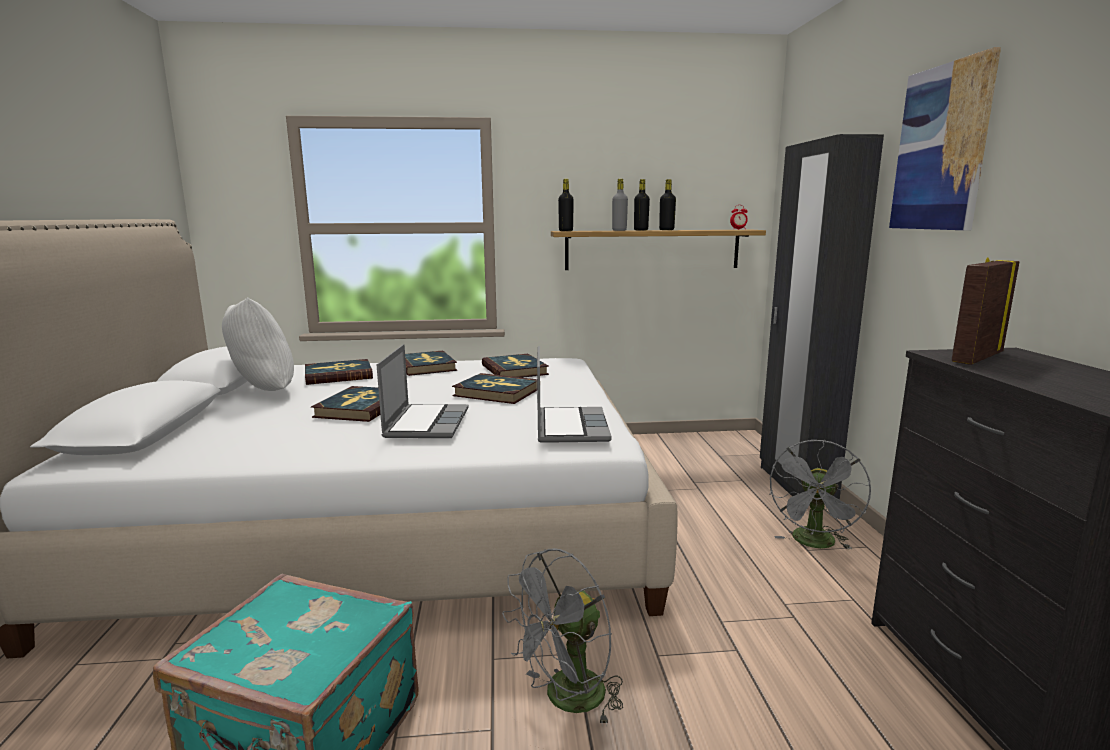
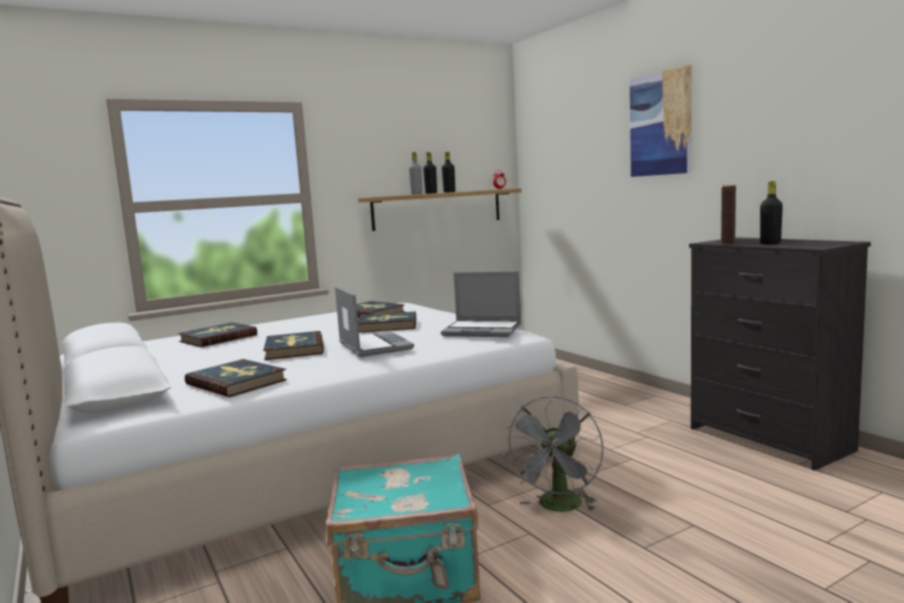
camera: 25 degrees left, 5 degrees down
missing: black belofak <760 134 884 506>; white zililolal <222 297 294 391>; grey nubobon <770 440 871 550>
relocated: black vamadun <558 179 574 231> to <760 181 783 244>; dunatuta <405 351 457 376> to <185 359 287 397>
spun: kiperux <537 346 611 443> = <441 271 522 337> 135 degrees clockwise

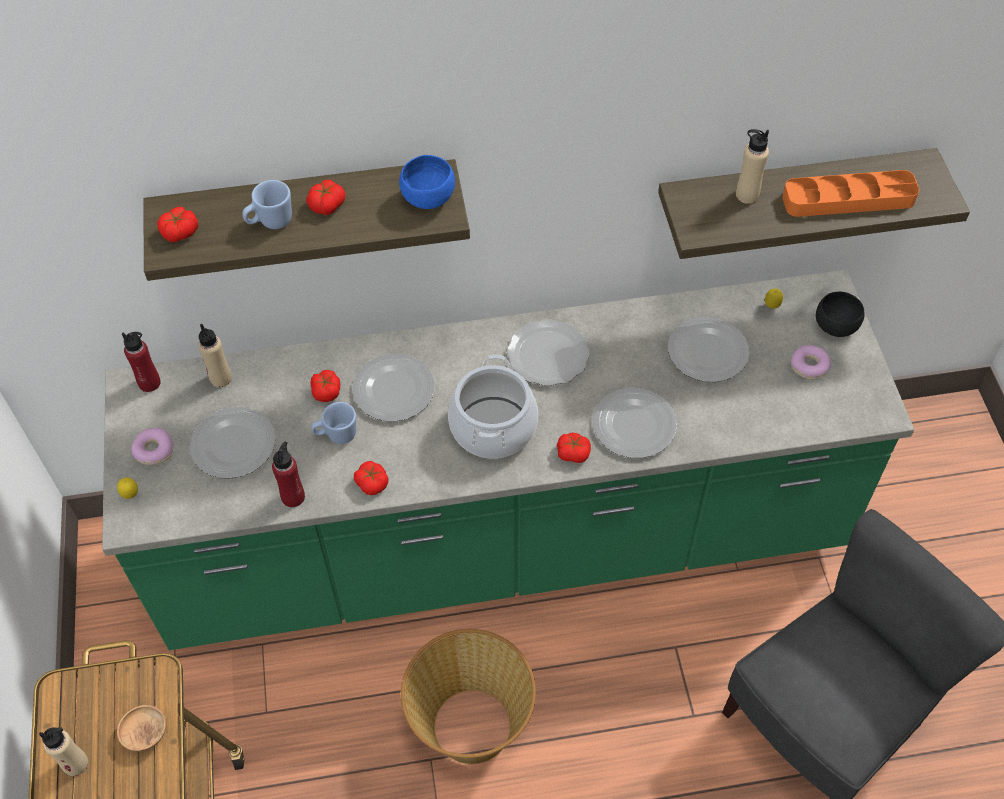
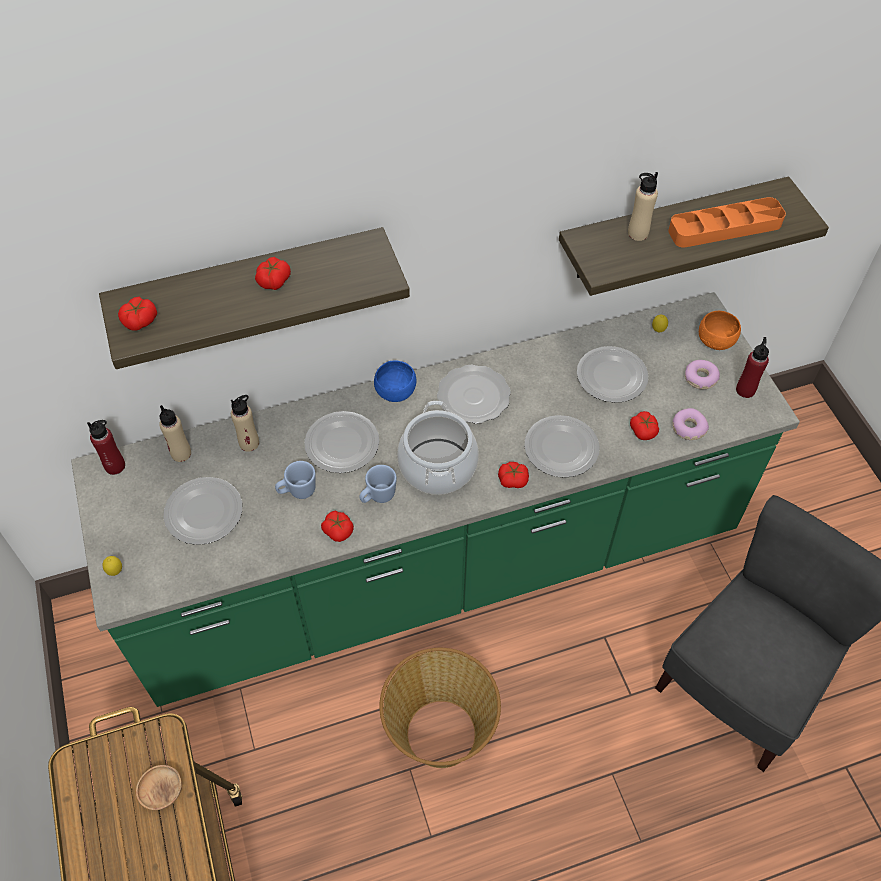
camera: 10 degrees left, 0 degrees up
relocated: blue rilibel <399 155 455 209> to <374 361 416 402>; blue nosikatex <242 180 292 229> to <359 465 397 503>; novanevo <310 370 340 402> to <630 411 659 440>; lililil <131 428 173 465> to <672 408 709 440>; red vamadun <272 442 305 507> to <736 337 769 398>; beige vamadun <39 727 88 776> to <231 395 259 452>
colour: black rilibel <816 292 865 337> to orange rilibel <699 311 741 350>

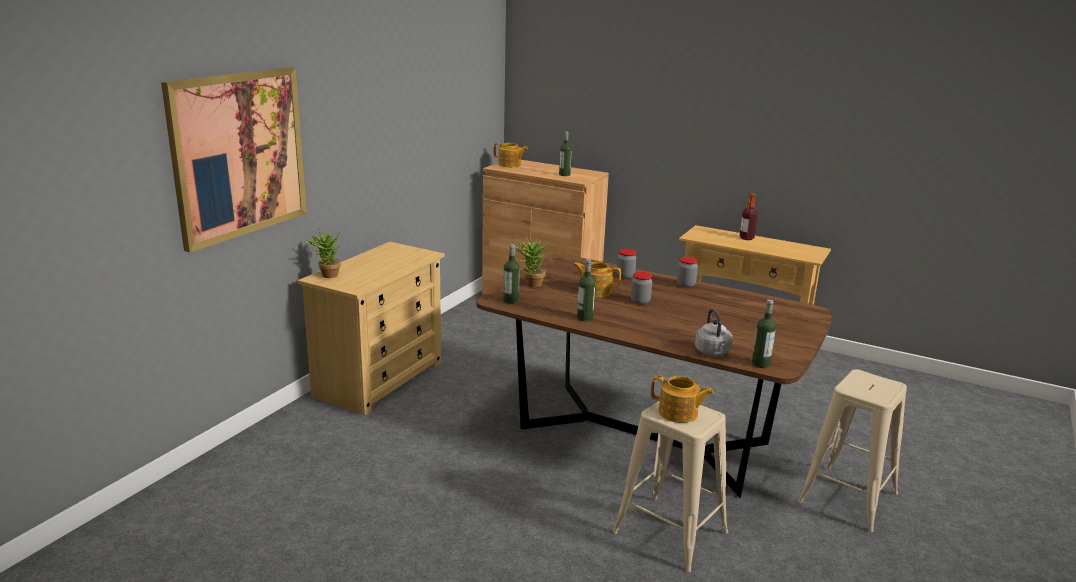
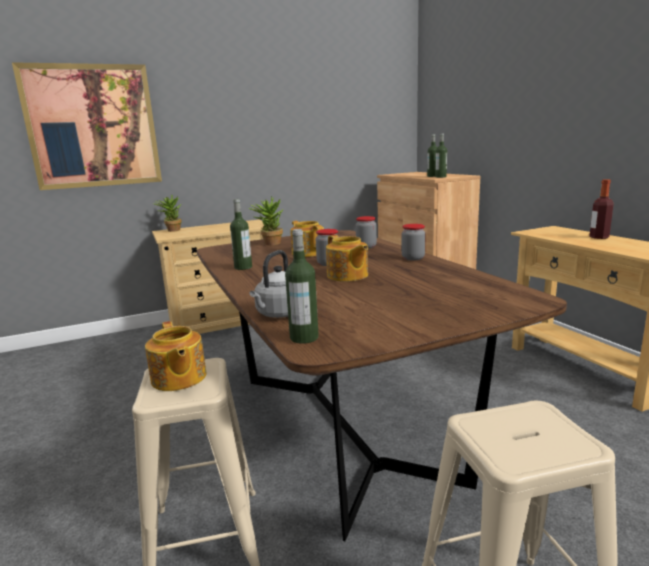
camera: 40 degrees right, 5 degrees down
relocated: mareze <494 143 528 167> to <326 235 368 282>; vamadun <503 244 520 304> to <435 134 447 178>

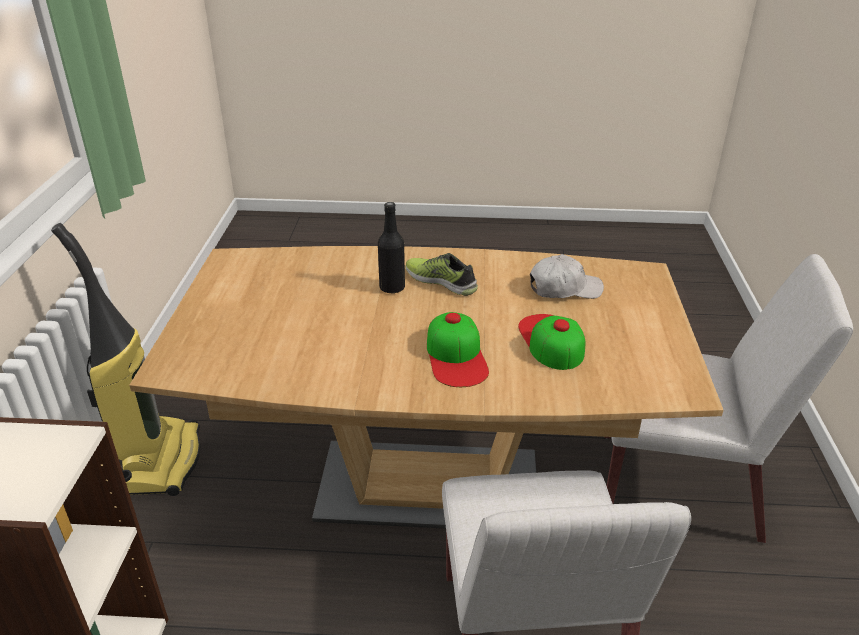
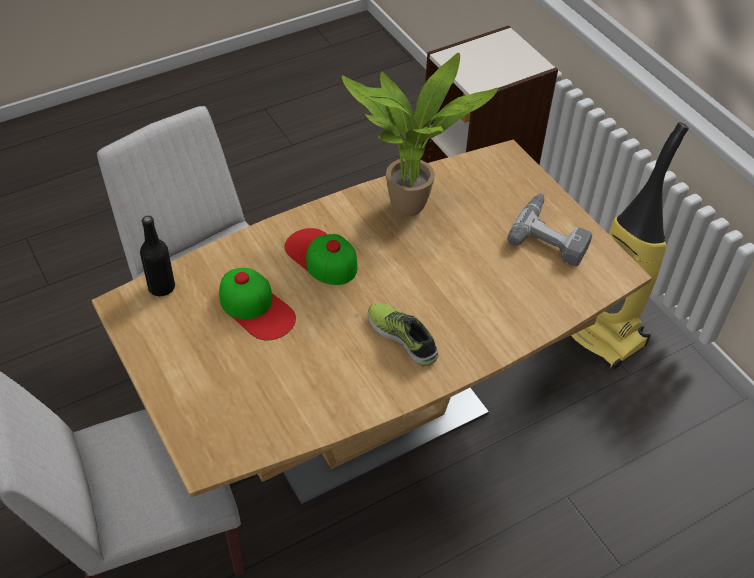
camera: 145 degrees right, 15 degrees up
missing: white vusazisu <530 254 604 299>
appeared: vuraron <342 53 498 216>; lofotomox <507 193 592 267>
relocated: black vamadun <378 202 405 293> to <140 216 175 296>
spun: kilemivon <405 253 478 296> = <368 303 438 366> 135 degrees counterclockwise

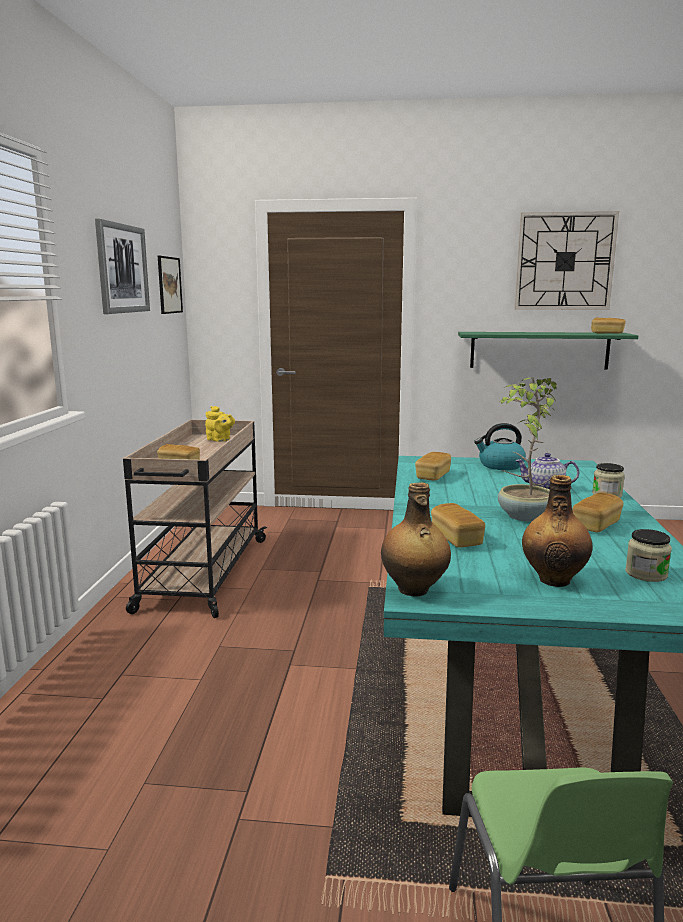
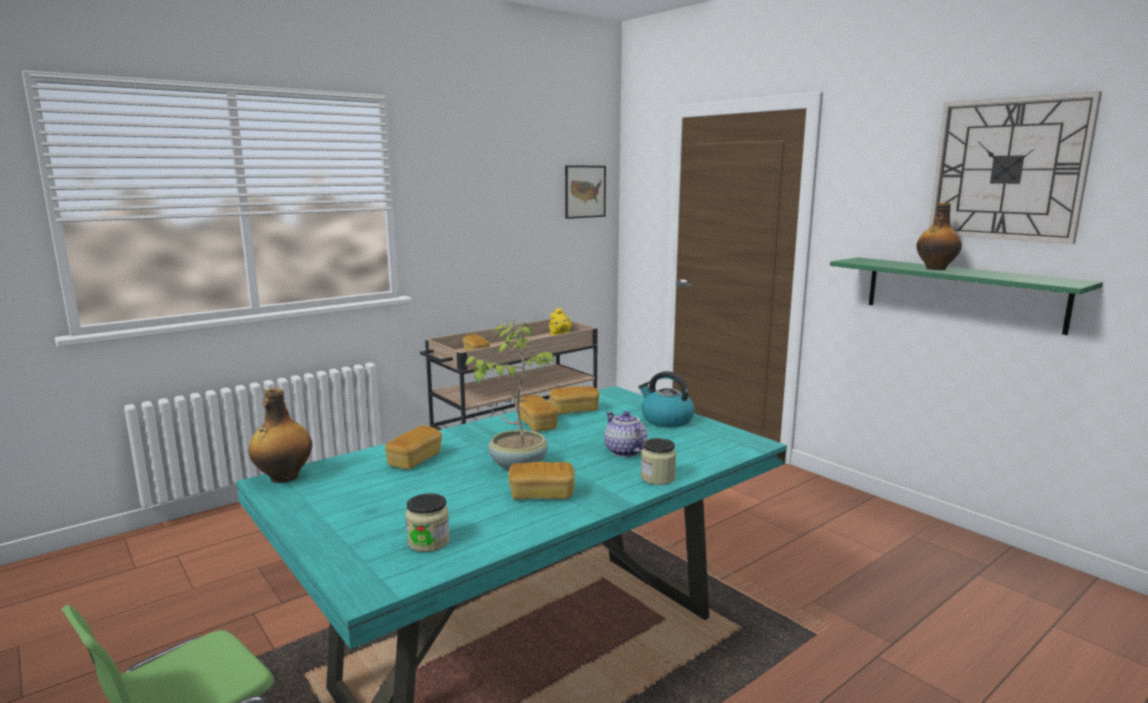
camera: 45 degrees right, 0 degrees up
missing: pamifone <95 219 150 314>
relocated: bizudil <591 317 626 334> to <519 395 558 432>; vamadun <522 475 593 587> to <916 203 962 270>

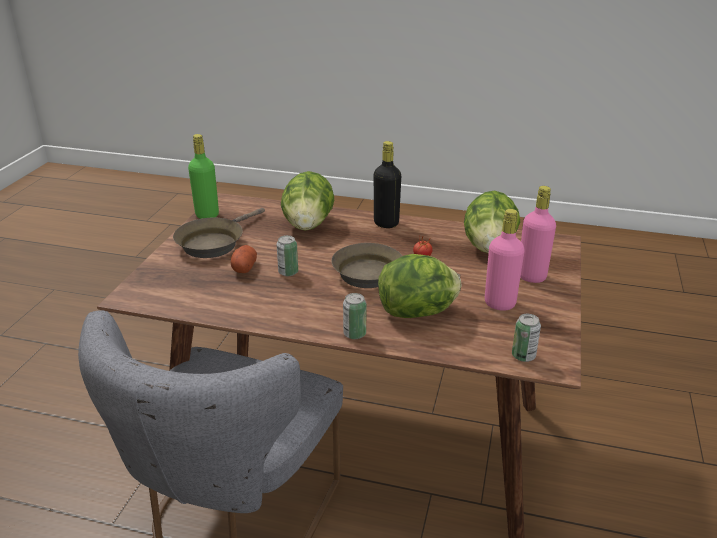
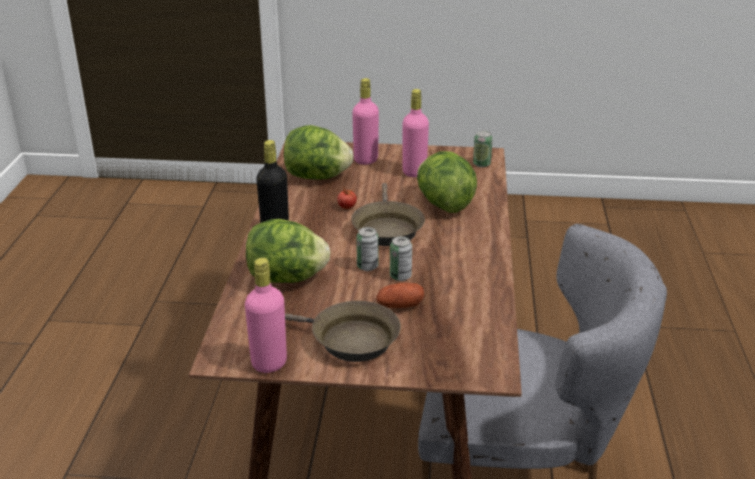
camera: 100 degrees left, 0 degrees up
relocated: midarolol <343 293 366 339> to <356 227 378 271>
colour: green vamadun <188 134 219 219> to pink vamadun <245 258 287 373>

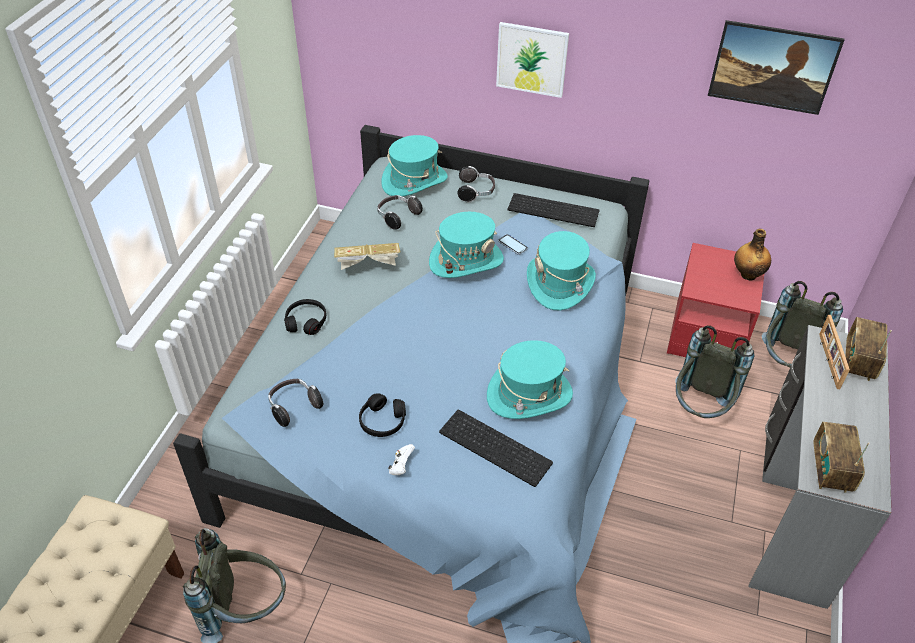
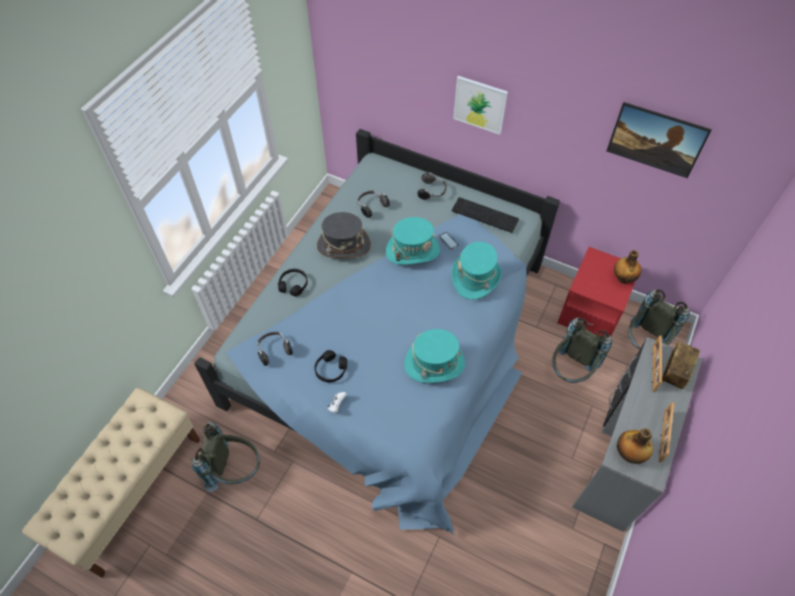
camera: 10 degrees right, 10 degrees up
missing: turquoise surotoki <381 135 448 196>; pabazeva <439 410 553 487>
appeared: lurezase <658 402 674 462>
exchanged: dunatuta <334 243 400 270> to grey surotoki <317 212 371 258>; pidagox <813 422 870 493> to vamadun <617 428 653 464>

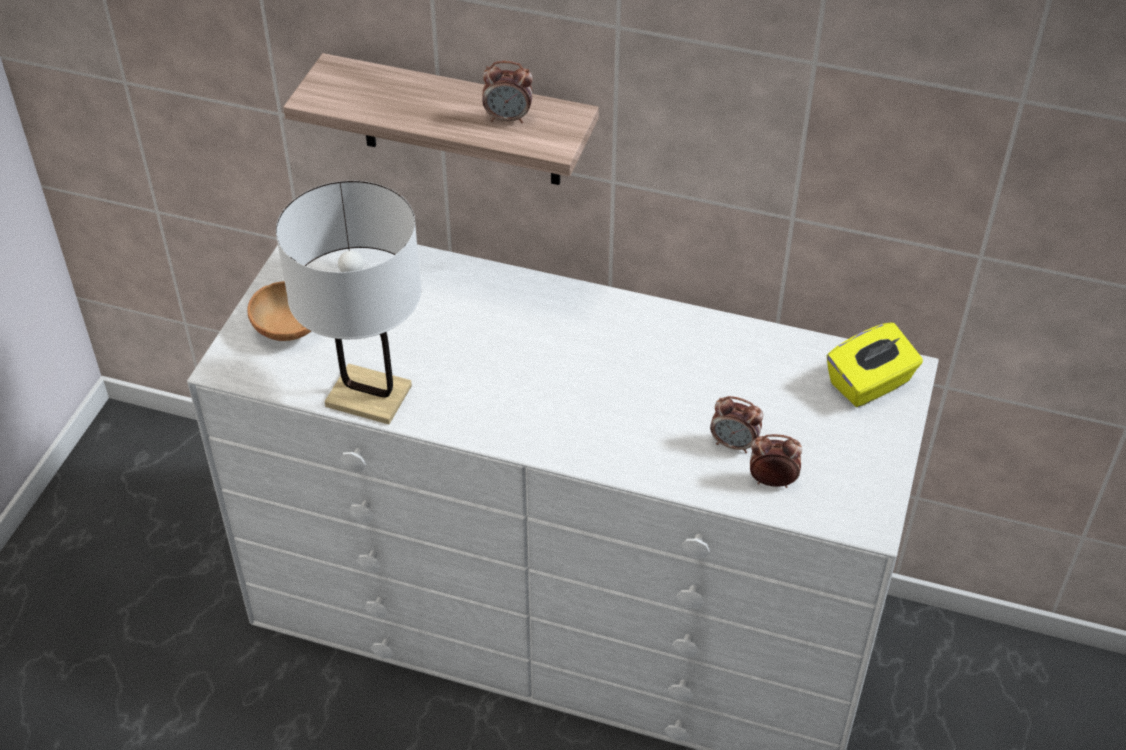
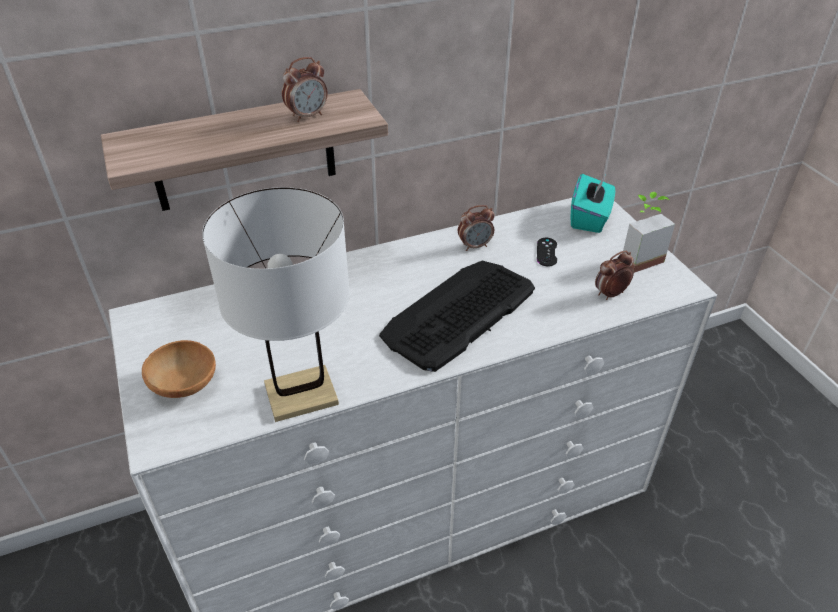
camera: 40 degrees left, 5 degrees down
appeared: vuraron <623 192 675 273>; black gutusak <537 238 557 266>; pabazeva <379 261 535 372>
relocated: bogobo <710 396 763 453> to <458 205 495 251>
colour: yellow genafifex <827 322 923 407> to turquoise genafifex <570 174 615 233>

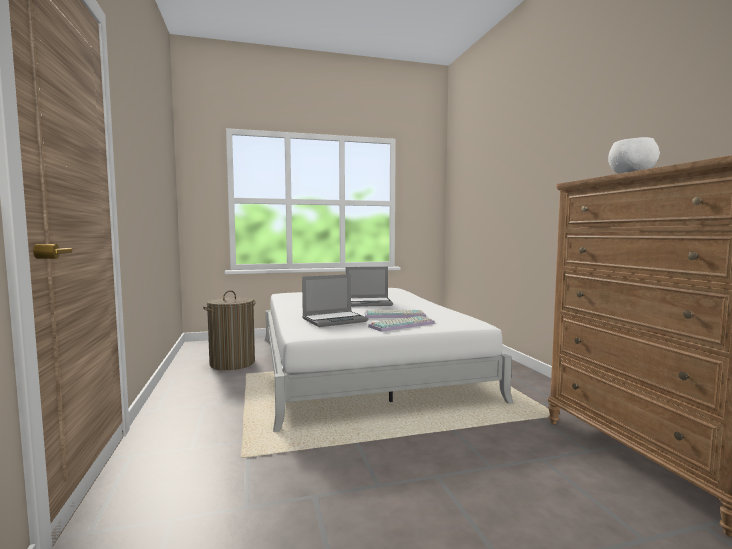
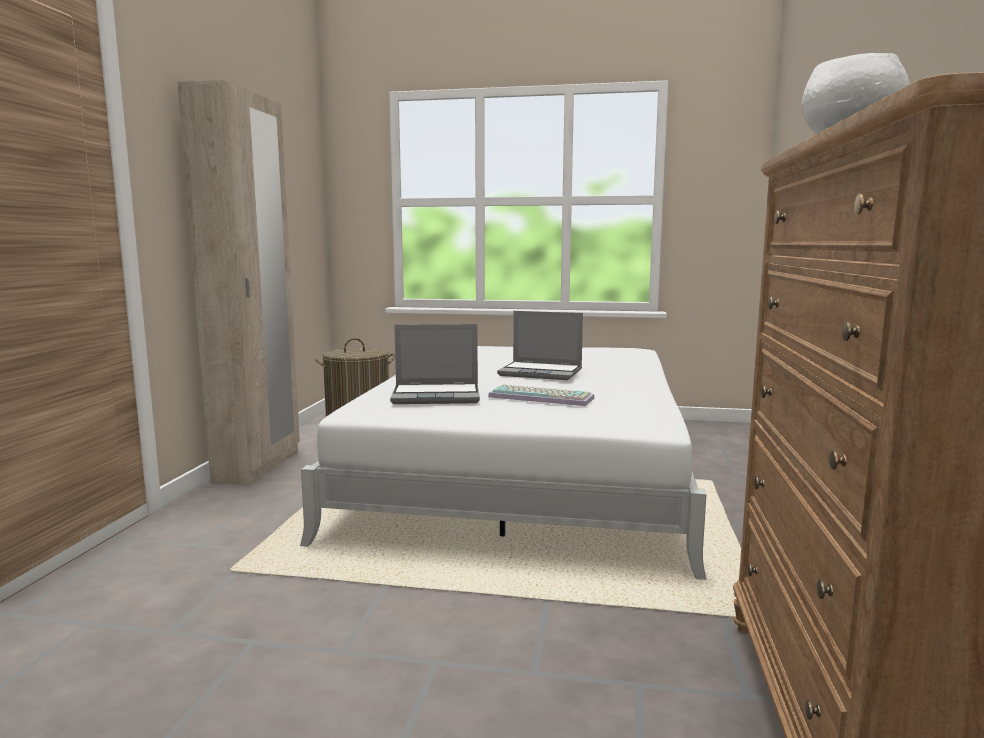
camera: 25 degrees right, 5 degrees up
missing: pabazeva <368 316 435 332>
appeared: beige belofak <178 80 300 485>

